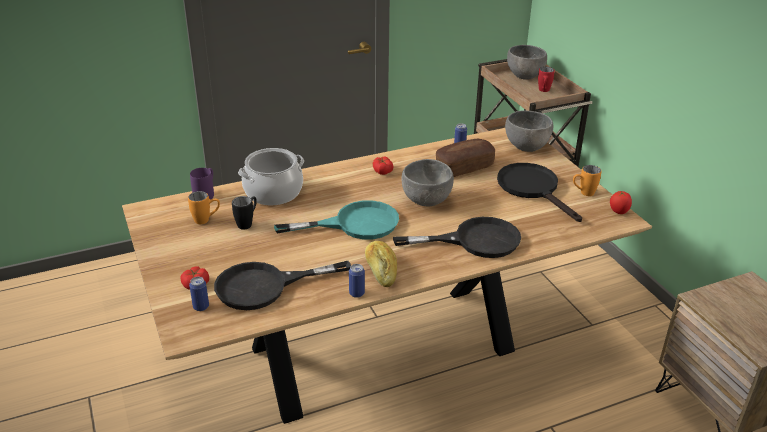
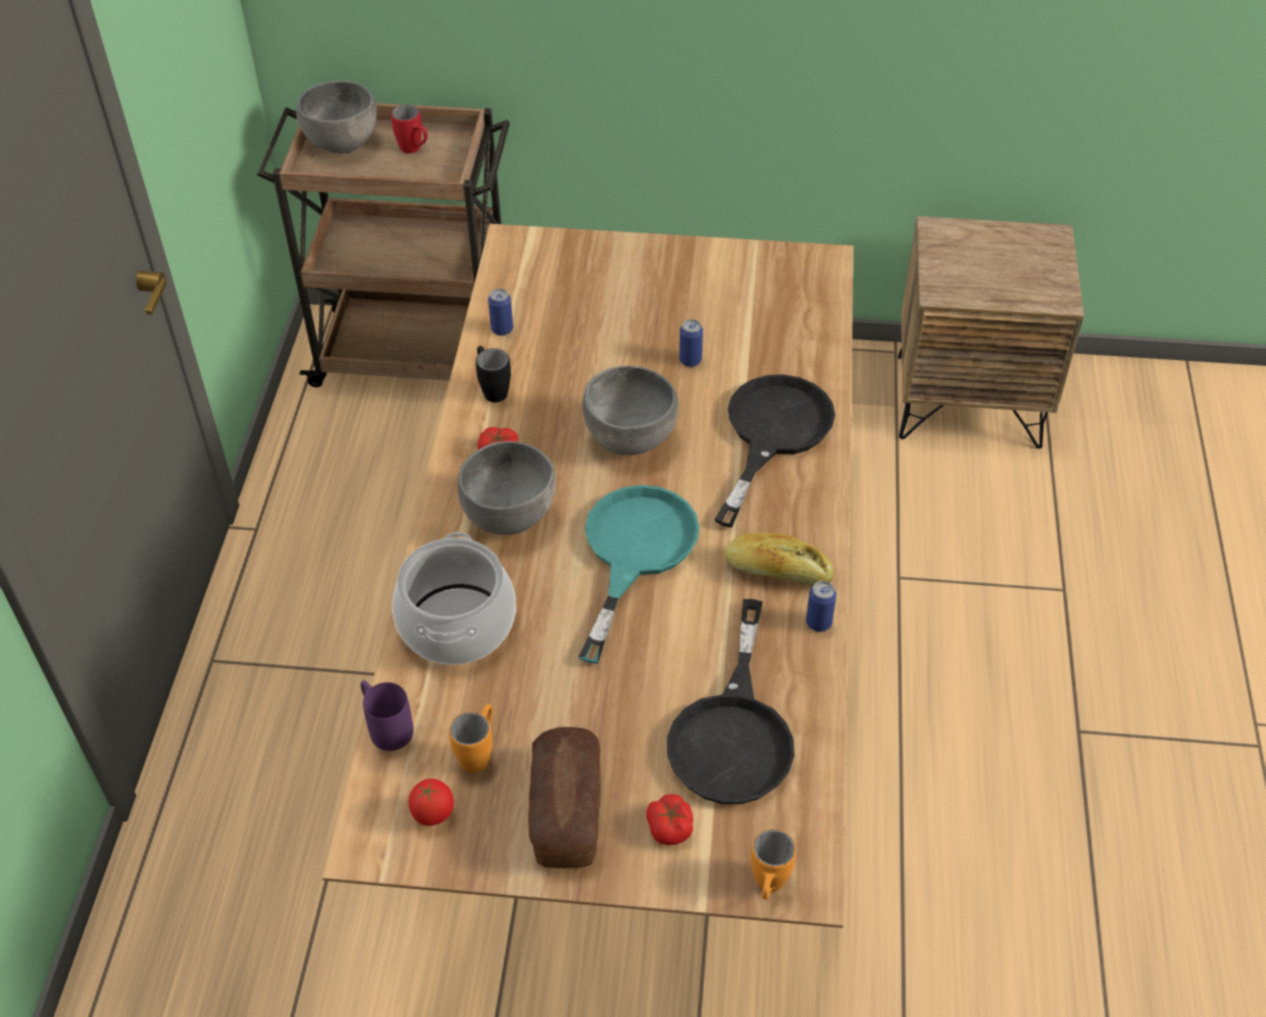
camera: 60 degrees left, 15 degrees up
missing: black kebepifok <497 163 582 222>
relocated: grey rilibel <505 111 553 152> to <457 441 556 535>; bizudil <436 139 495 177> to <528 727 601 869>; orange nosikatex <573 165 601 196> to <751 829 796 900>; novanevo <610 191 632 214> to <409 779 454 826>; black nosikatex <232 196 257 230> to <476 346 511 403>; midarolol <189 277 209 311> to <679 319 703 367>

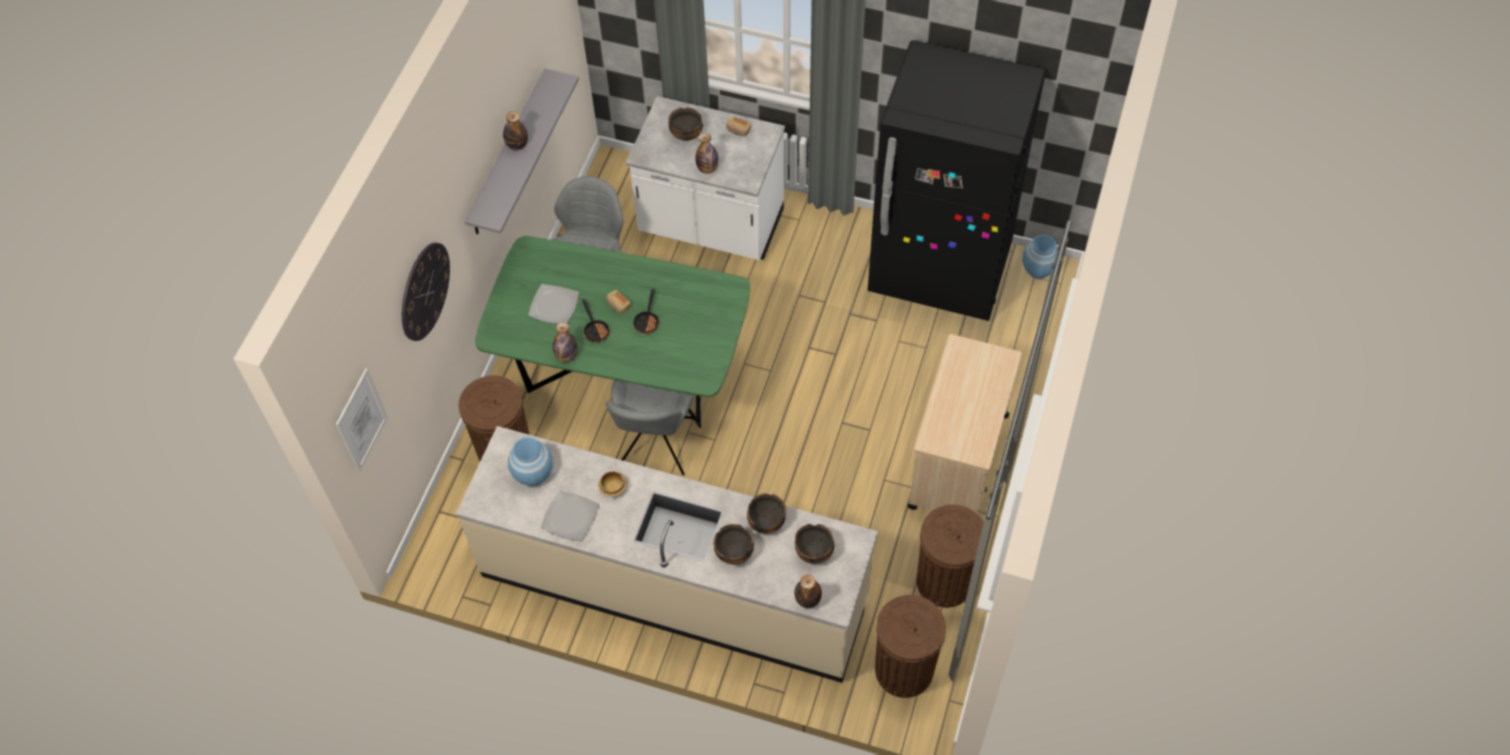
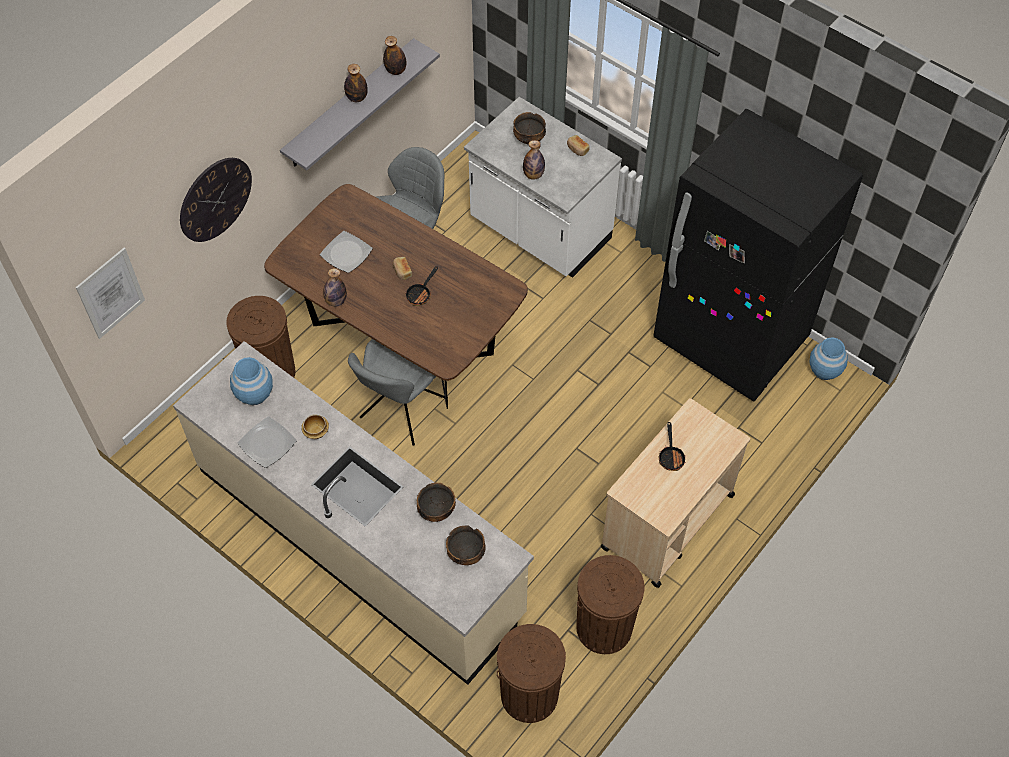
camera: 20 degrees right, 0 degrees up
missing: rilibel <713 524 754 565>
relocated: kebepifok <582 299 610 343> to <658 422 686 471>; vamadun <794 574 822 608> to <383 36 406 75>
colour: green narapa <475 236 750 428> to brown narapa <264 184 528 409>

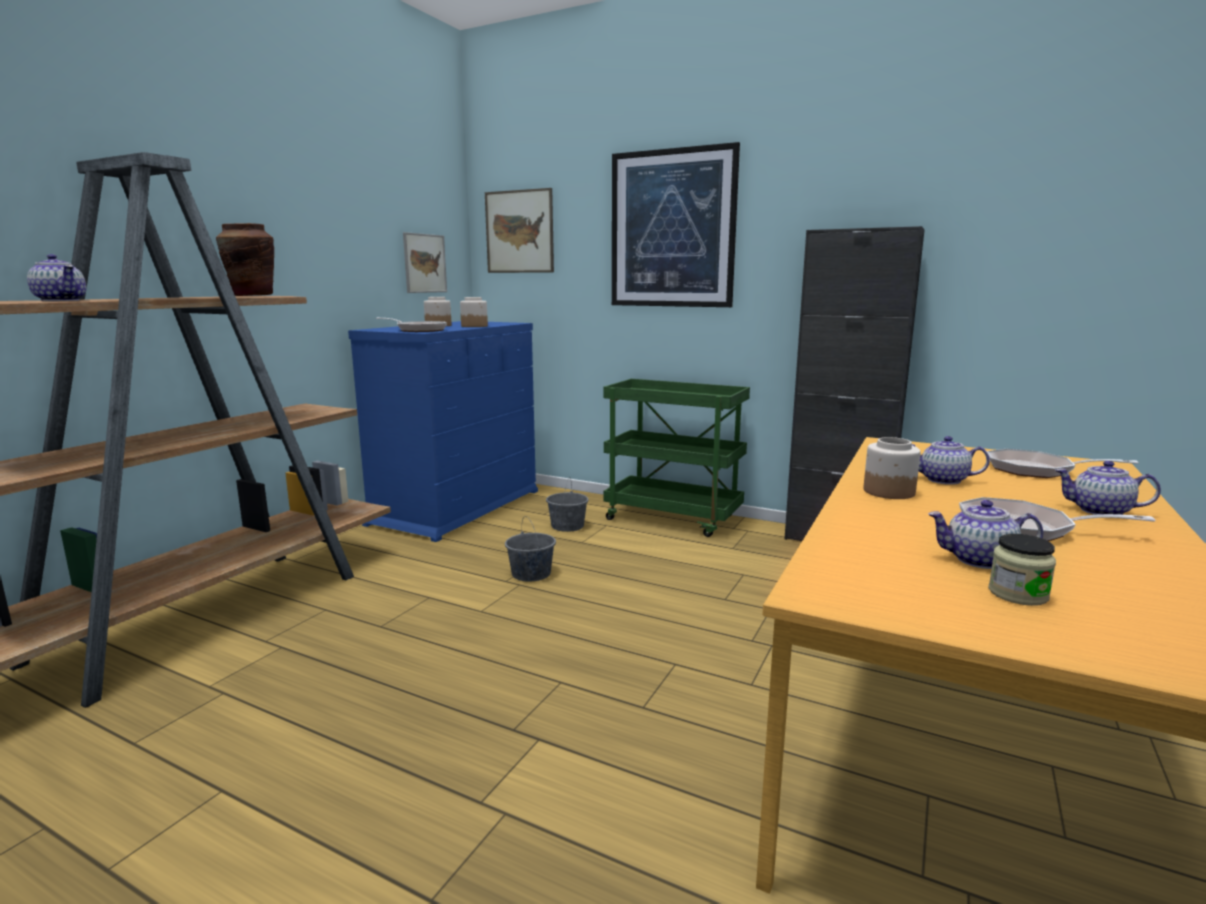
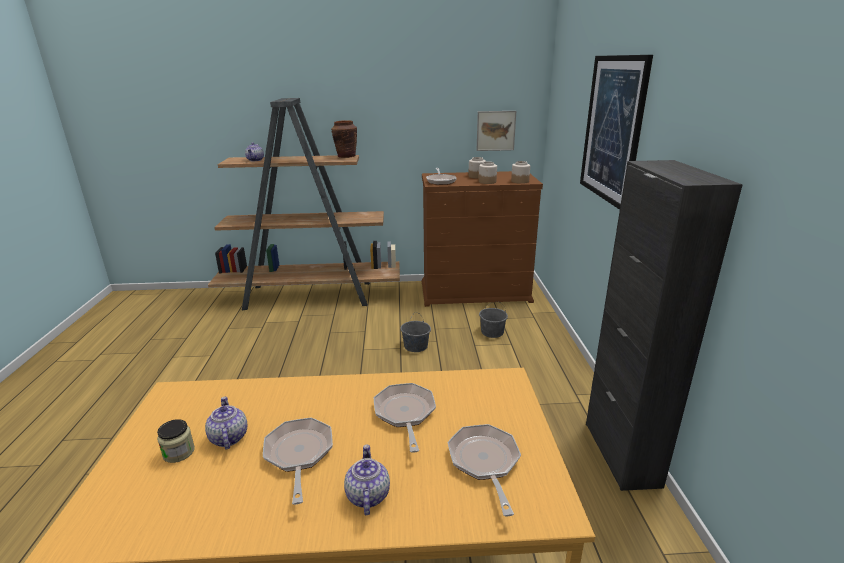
camera: 60 degrees right, 10 degrees up
missing: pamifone <485 188 554 273>; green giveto <604 379 750 537>
relocated: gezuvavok <863 437 921 499> to <511 161 530 184>
exchanged: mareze <912 436 990 485> to kebepifok <374 383 436 453>
colour: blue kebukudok <348 321 538 542> to brown kebukudok <422 171 543 307>

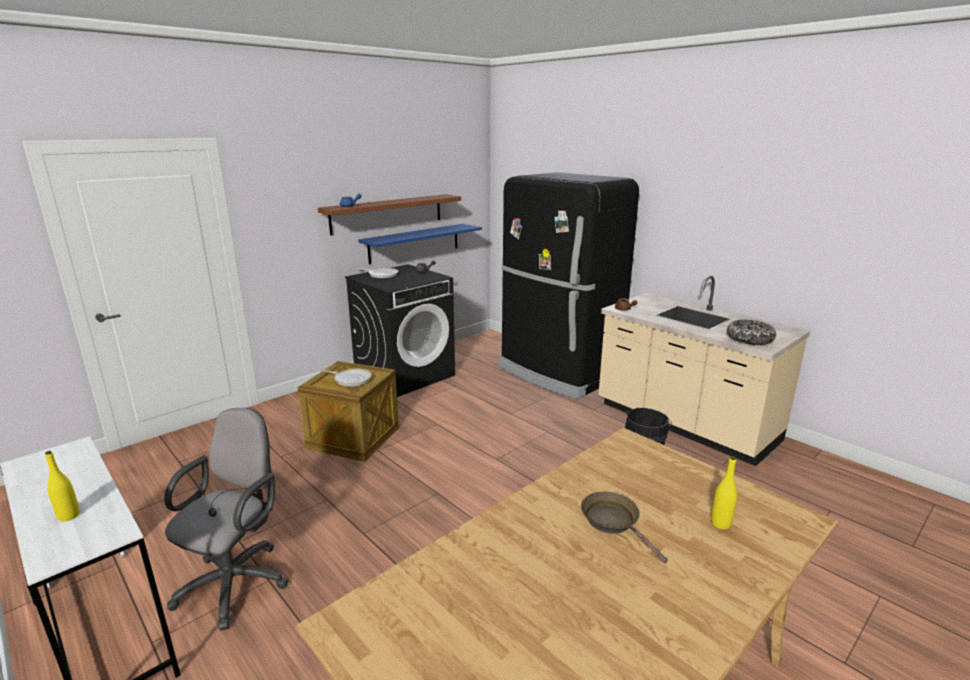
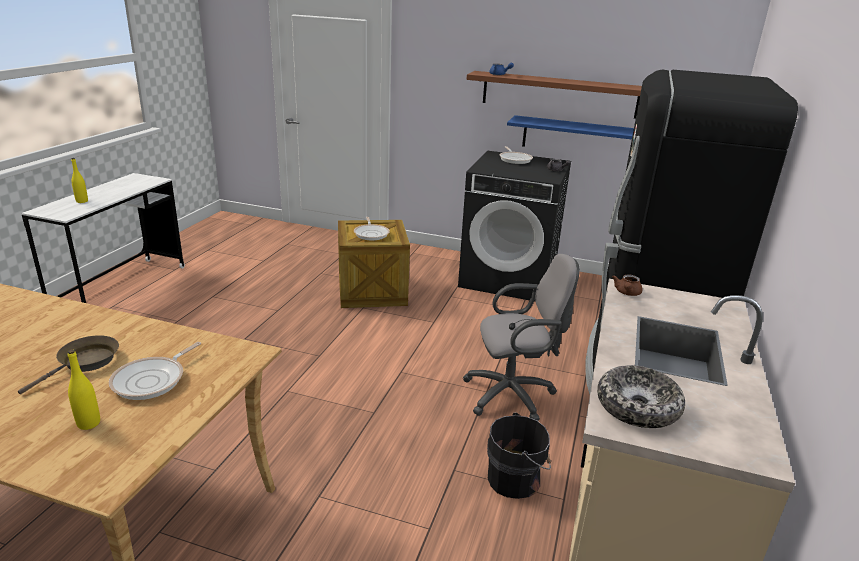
camera: 60 degrees right, 5 degrees up
appeared: kebepifok <109 342 201 400>
relocated: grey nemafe <164 408 288 631> to <463 254 580 421>

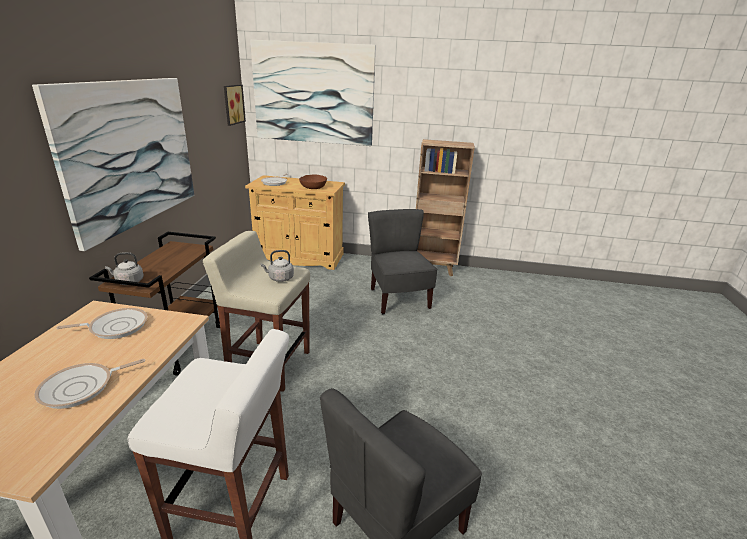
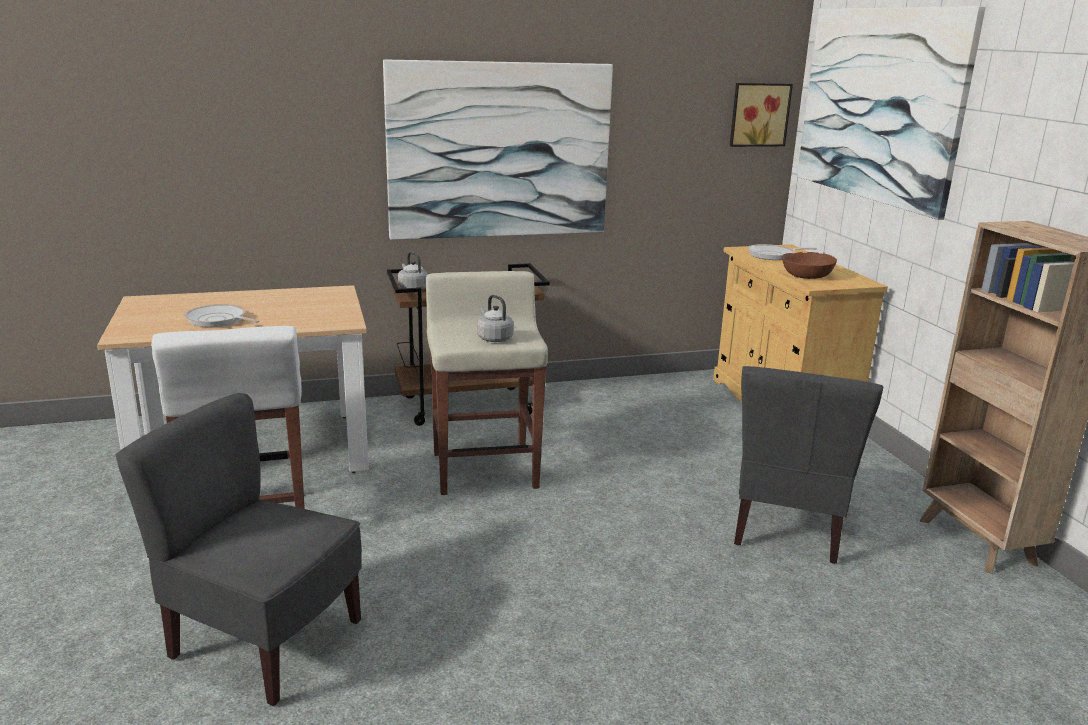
camera: 65 degrees right, 5 degrees down
missing: kebepifok <56 308 147 339>
spun: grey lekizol <368 209 437 314> = <734 366 883 564> 150 degrees clockwise

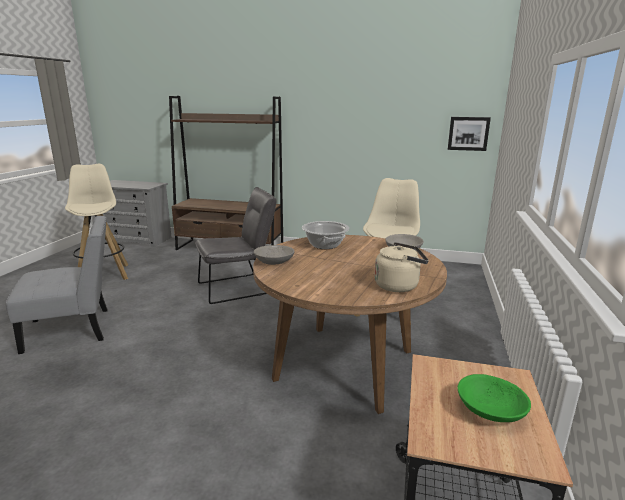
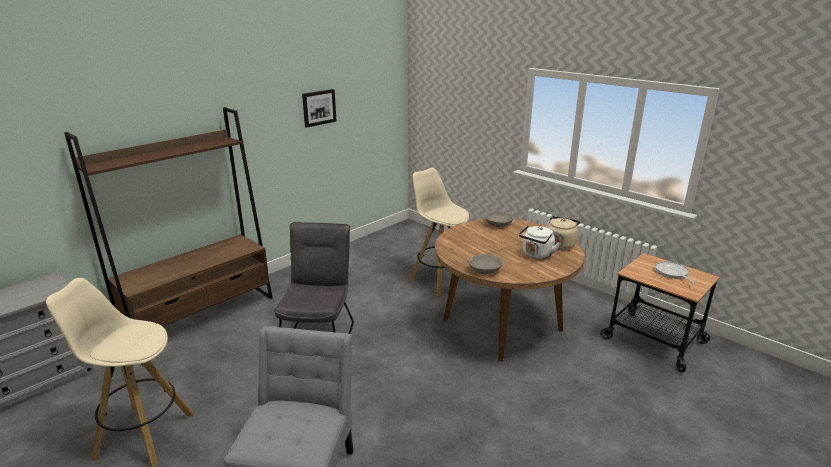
camera: 60 degrees left, 5 degrees up
missing: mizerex <302 221 349 249>
appeared: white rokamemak <519 225 560 259>
relocated: pamifone <448 117 491 151> to <302 89 337 128>
exchanged: green rilibel <458 374 531 422> to kebepifok <655 261 696 284>

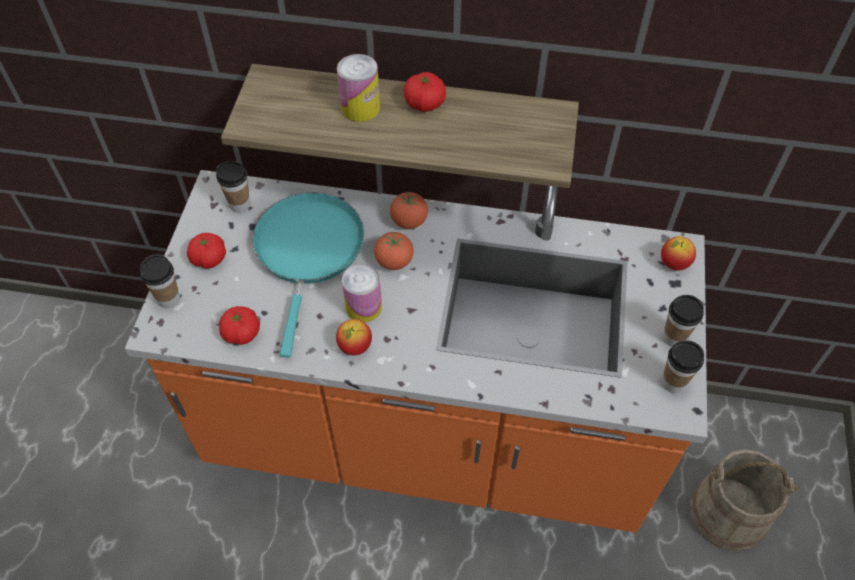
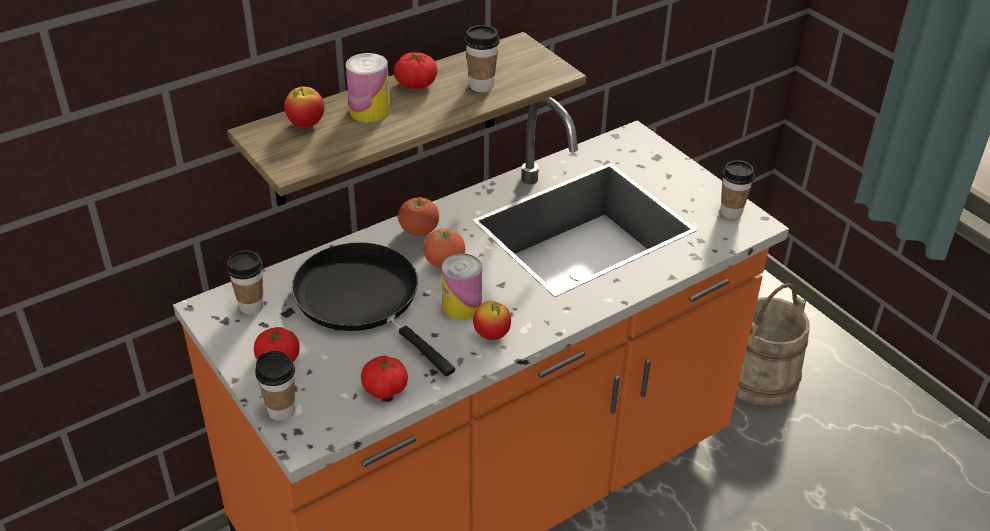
camera: 45 degrees left, 15 degrees down
relocated: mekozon <661 236 696 271> to <284 87 324 127>; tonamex <663 295 704 347> to <464 25 500 92>
colour: turquoise kebepifok <253 193 364 357> to black kebepifok <292 242 455 376>

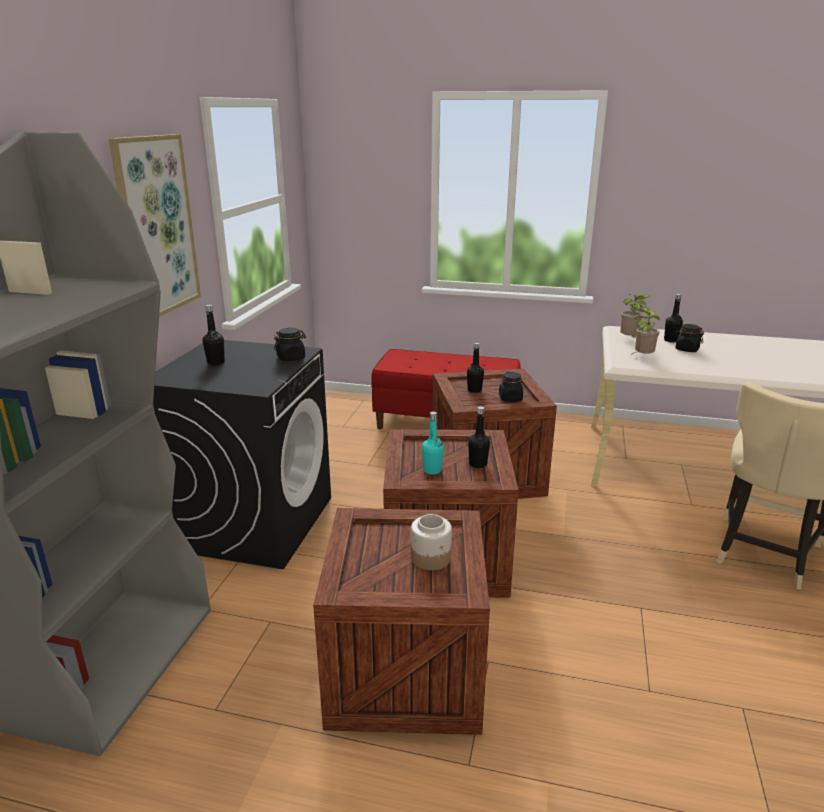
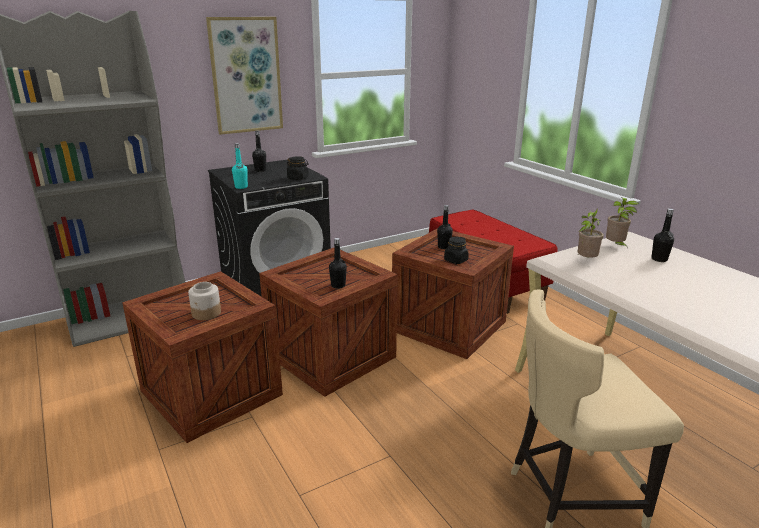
camera: 45 degrees right, 0 degrees up
missing: black gezuvavok <675 324 704 352>
relocated: turquoise vamadun <422 412 444 475> to <232 143 248 189>

